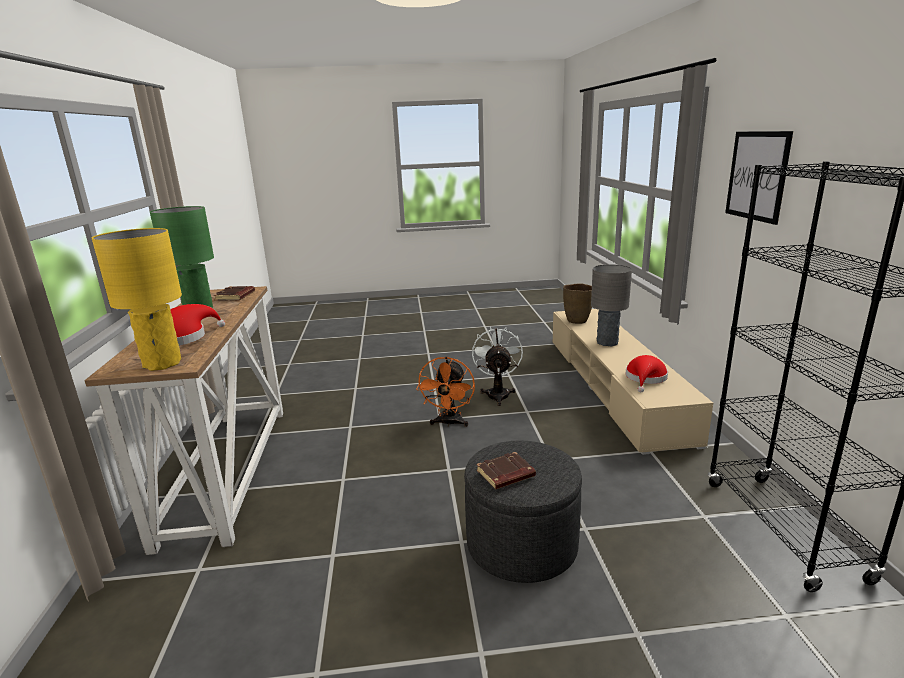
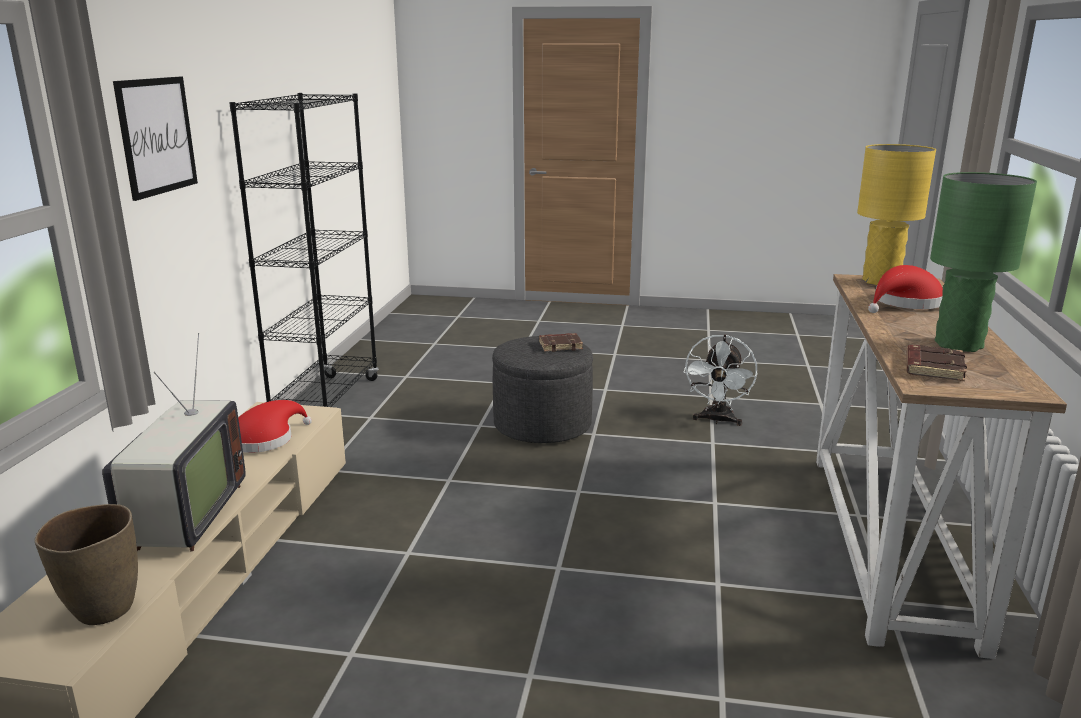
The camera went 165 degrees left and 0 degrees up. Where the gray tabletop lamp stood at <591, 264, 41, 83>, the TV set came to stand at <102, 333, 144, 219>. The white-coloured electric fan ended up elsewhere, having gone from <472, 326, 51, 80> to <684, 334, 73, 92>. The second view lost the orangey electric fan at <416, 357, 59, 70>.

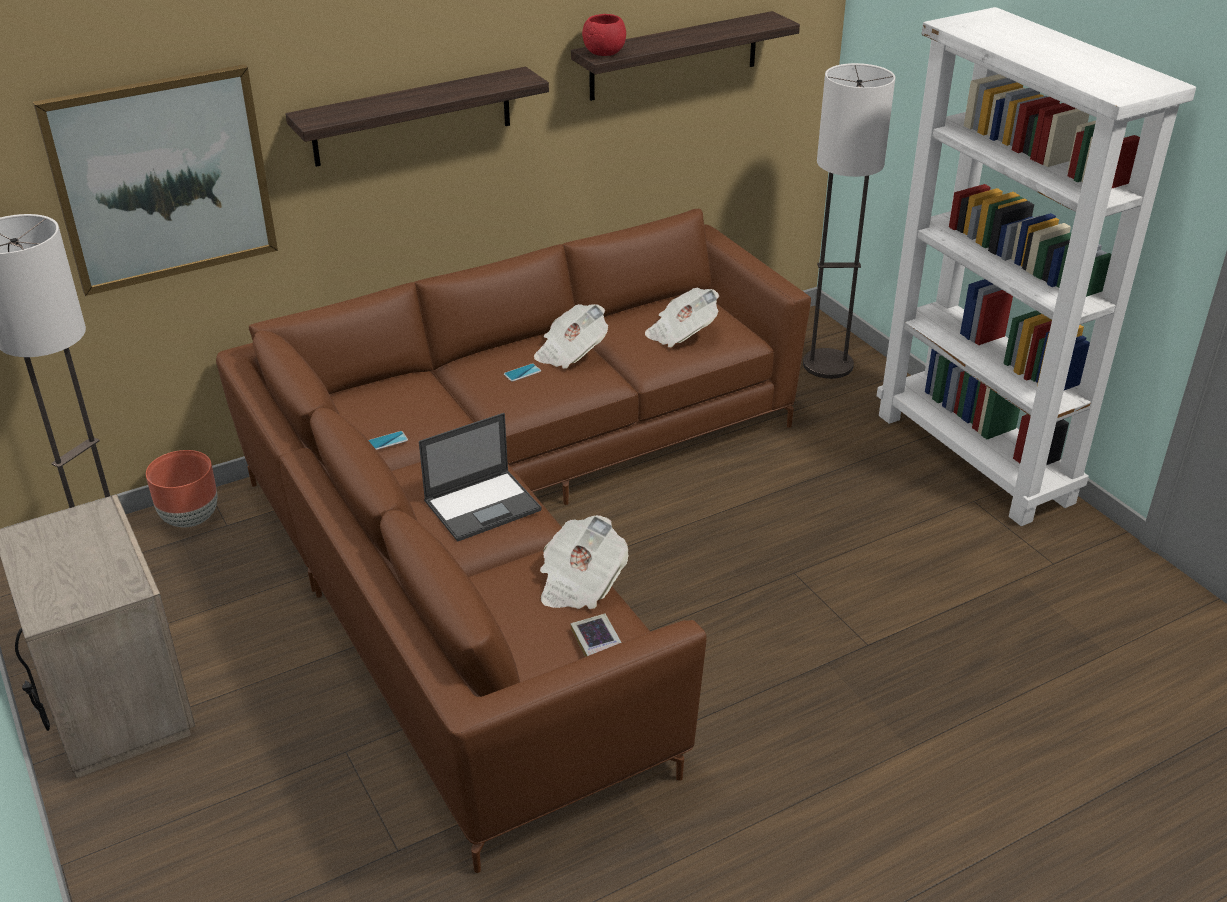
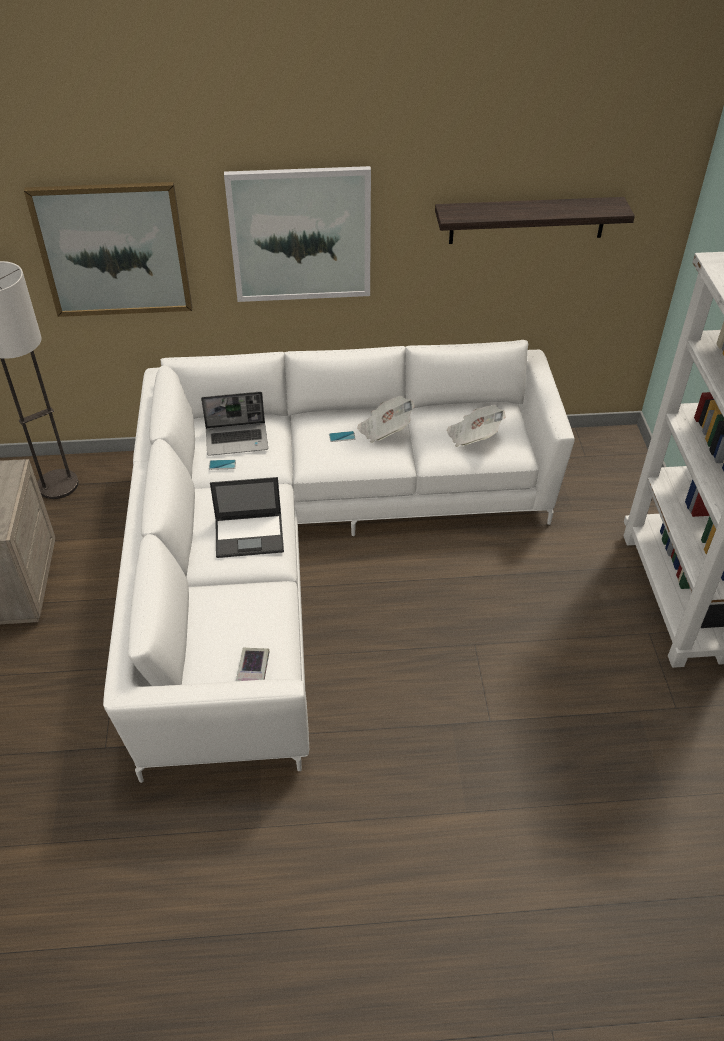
The camera went 25 degrees right and 10 degrees up. The second view lost the reddish bowl at <582, 14, 44, 42>. The second view lost the standard lamp at <803, 63, 93, 316>. Where the bracket shelf hung at <285, 67, 264, 100>, the picture came to hang at <224, 166, 147, 136>. What was the brown-coloured sofa at <216, 209, 595, 664> turned into the white-coloured sofa at <103, 340, 472, 443>. The second view lost the brown-coloured plant pot at <146, 450, 71, 77>. The second view lost the printed paper at <540, 515, 89, 94>. The second view gained the laptop at <201, 392, 67, 64>.

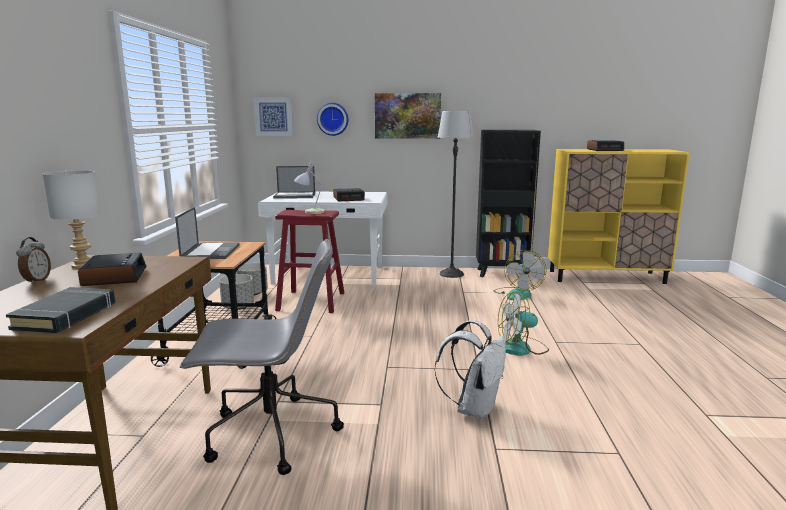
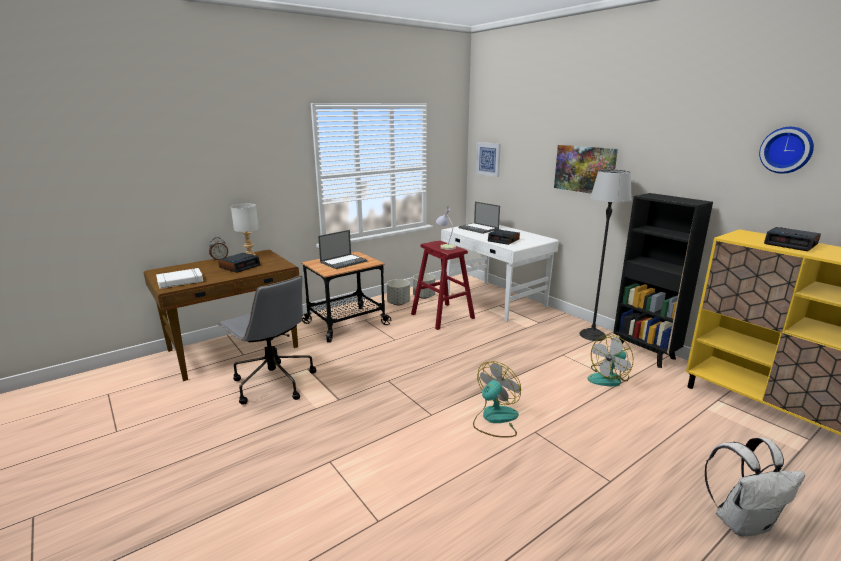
The camera went 50 degrees right and 5 degrees up. The clock on the wall ended up elsewhere, having gone from <317, 103, 31, 33> to <759, 127, 55, 47>. What was the black-coloured bound book at <6, 287, 110, 46> turned into the white-coloured bound book at <156, 268, 47, 21>. The electric fan at <498, 291, 51, 65> ended up facing another way, 90 degrees clockwise from before. The white-coloured knapsack ended up elsewhere, having gone from <434, 320, 72, 100> to <705, 437, 100, 100>.

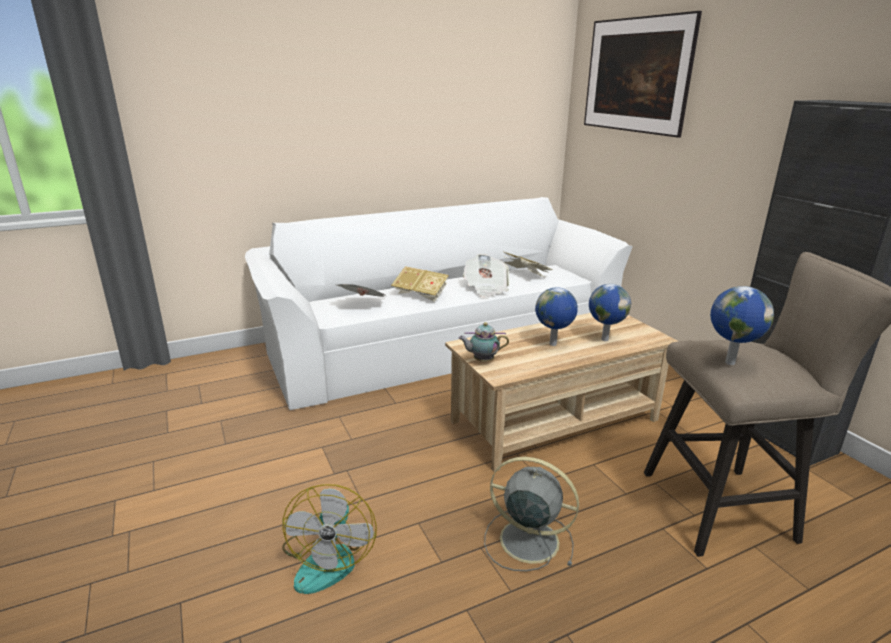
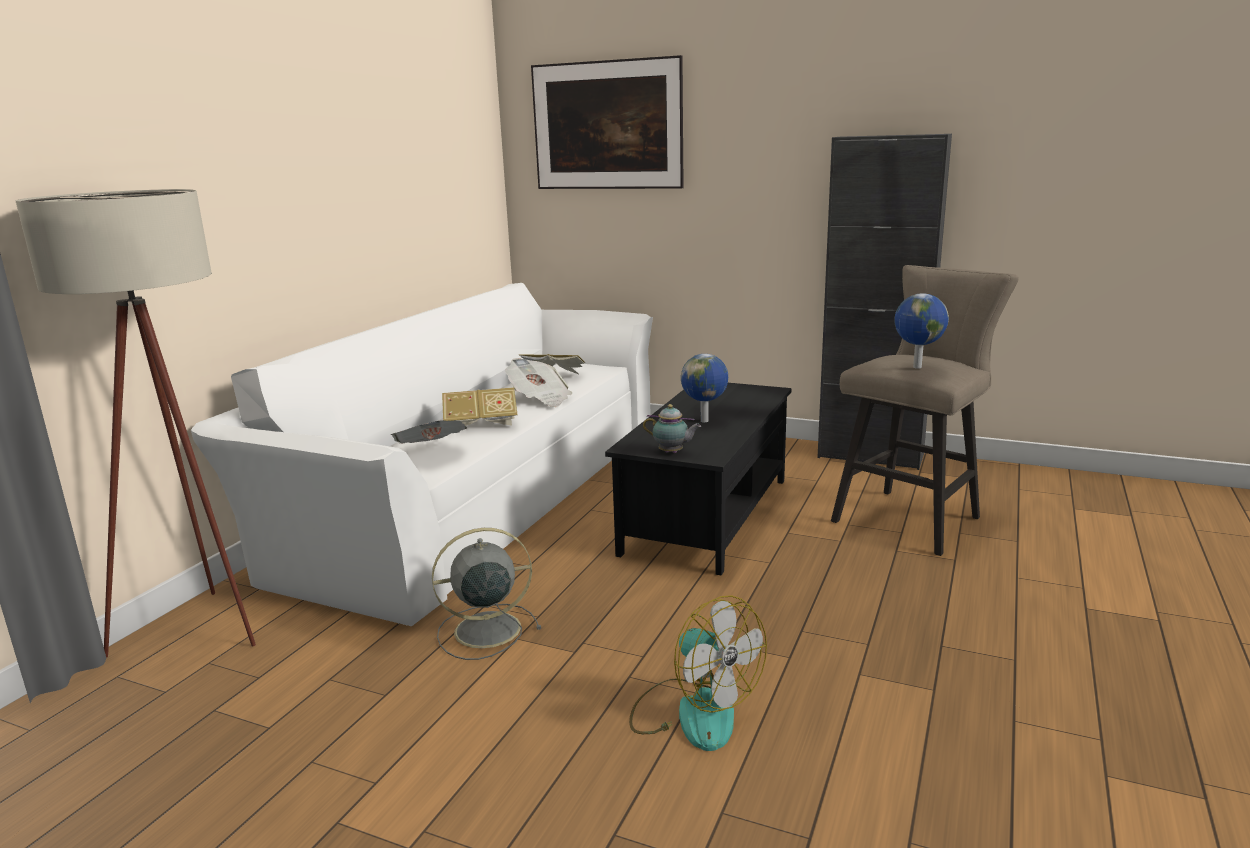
The camera went 40 degrees left and 5 degrees down. The second view lost the desk globe at <589, 284, 42, 57>. What was the sand-coloured low table at <445, 313, 233, 159> turned into the black-coloured low table at <605, 383, 187, 192>. The teapot at <458, 322, 51, 40> ended up facing another way, 120 degrees counterclockwise from before. The gray electric fan ended up elsewhere, having gone from <484, 457, 95, 114> to <432, 528, 109, 132>. The second view gained the sand-coloured standard lamp at <15, 189, 241, 469>.

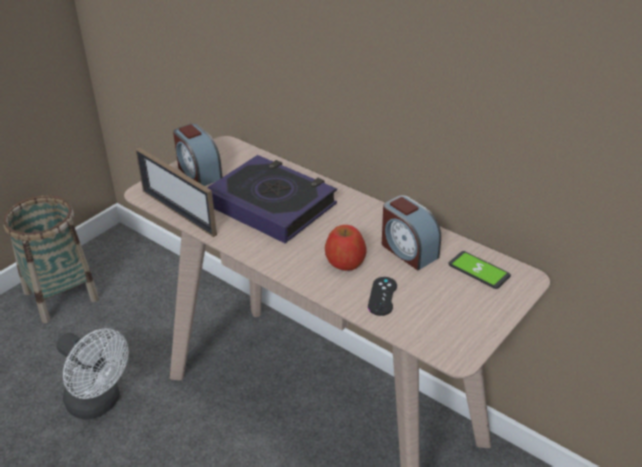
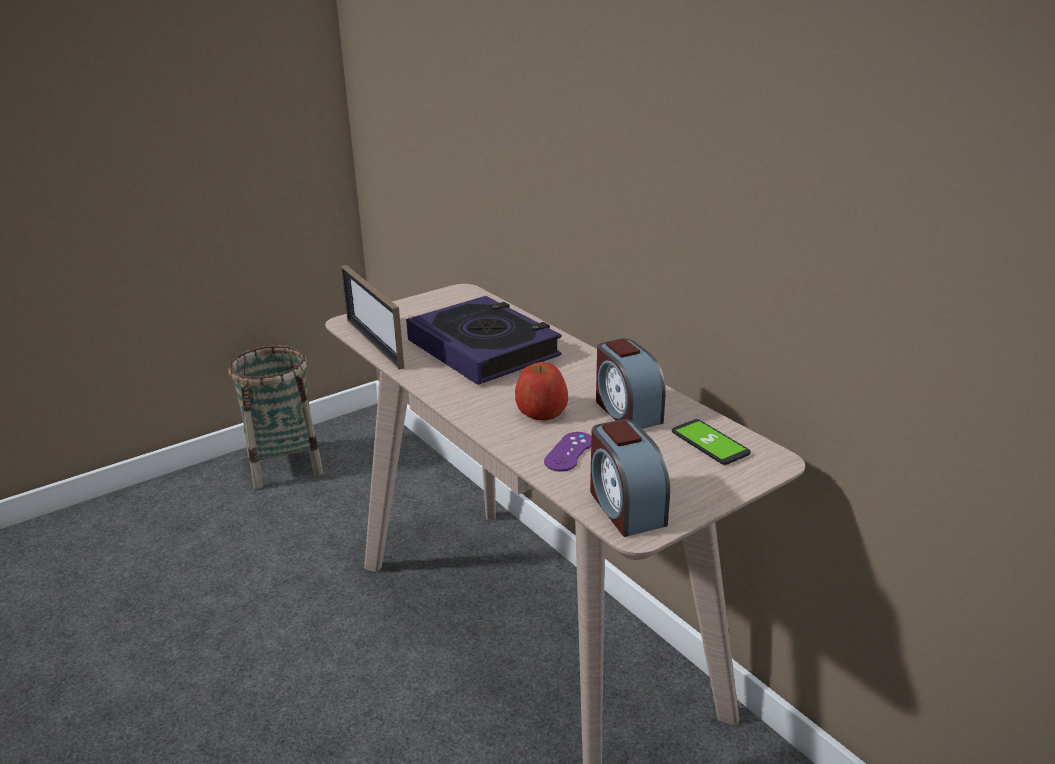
The camera went 15 degrees right and 10 degrees down. The table clock ended up elsewhere, having gone from <173, 124, 49, 62> to <590, 419, 80, 118>. What was the black-coloured game controller at <368, 277, 29, 39> turned into the purple game controller at <544, 432, 47, 40>. The second view lost the white-coloured electric fan at <57, 328, 72, 92>.

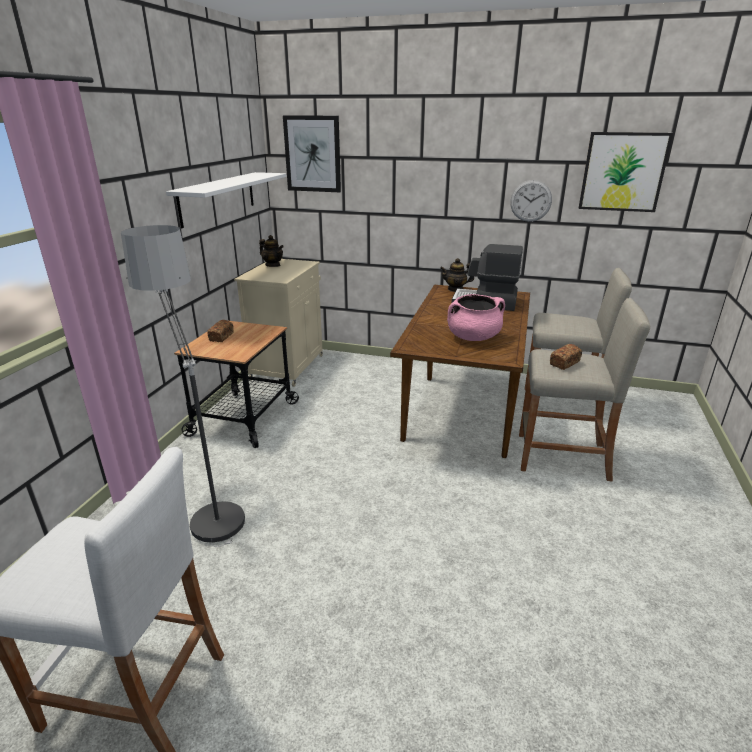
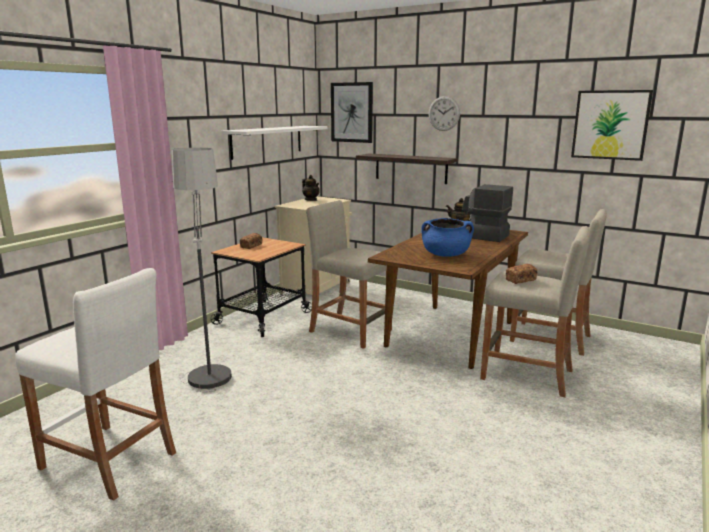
The camera went 15 degrees right and 10 degrees down. The clock on the wall ended up elsewhere, having gone from <510, 180, 42, 42> to <428, 96, 32, 35>. What was the pink-coloured saucepot at <447, 294, 58, 47> turned into the blue-coloured saucepot at <421, 218, 53, 39>. The second view gained the bracket shelf at <356, 153, 102, 31>. The second view gained the sand-coloured stool at <306, 200, 86, 149>.

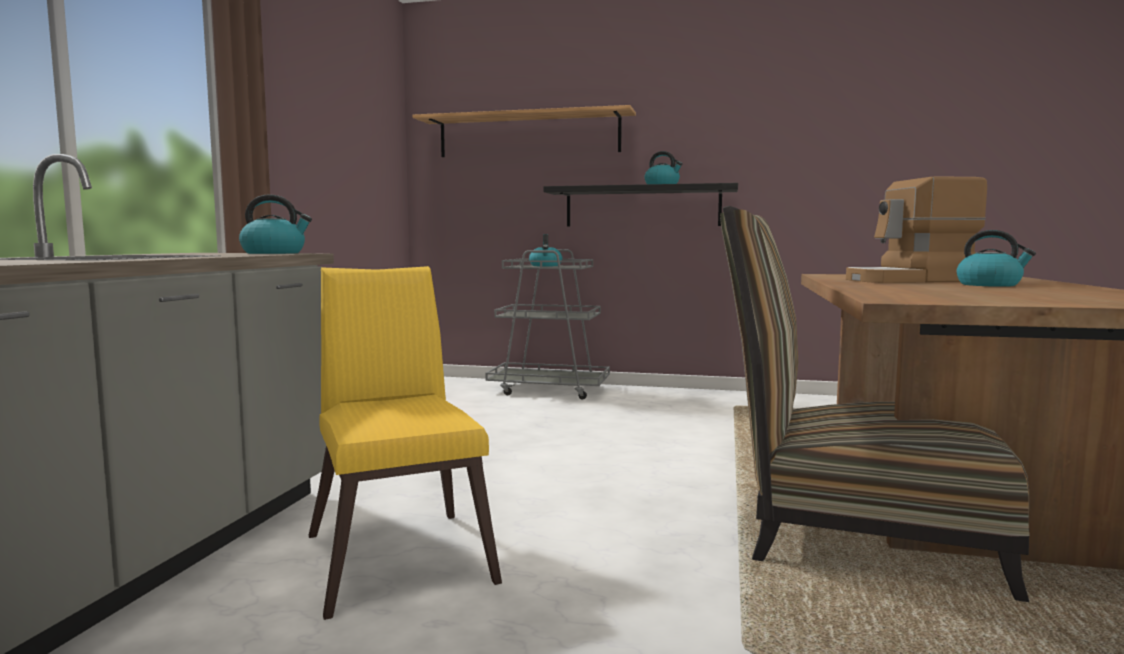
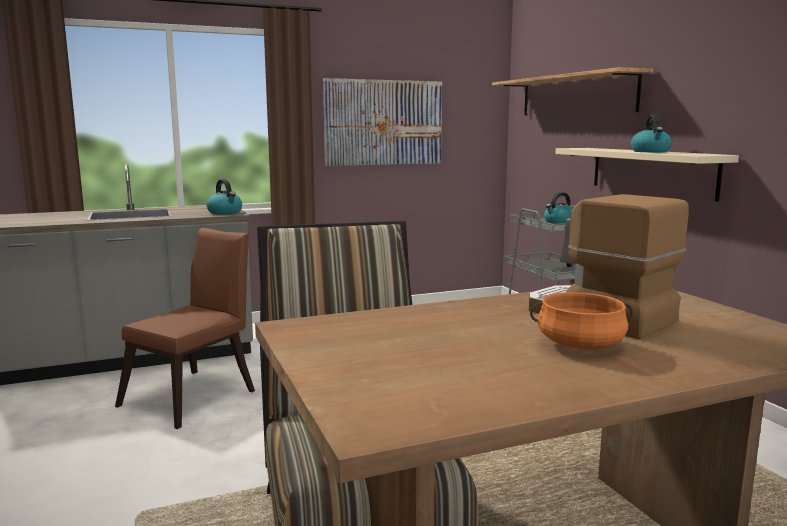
The camera went 55 degrees right and 5 degrees up. What was the black-coloured bracket shelf at <544, 183, 194, 44> turned into the sand-coloured bracket shelf at <555, 148, 184, 54>. Where the water kettle stood at <956, 230, 80, 57>, the orangey saucepot came to stand at <530, 292, 103, 58>. What was the yellow-coloured upright chair at <309, 266, 193, 354> turned into the brown-coloured upright chair at <115, 227, 140, 202>. The second view gained the picture at <323, 78, 119, 88>.

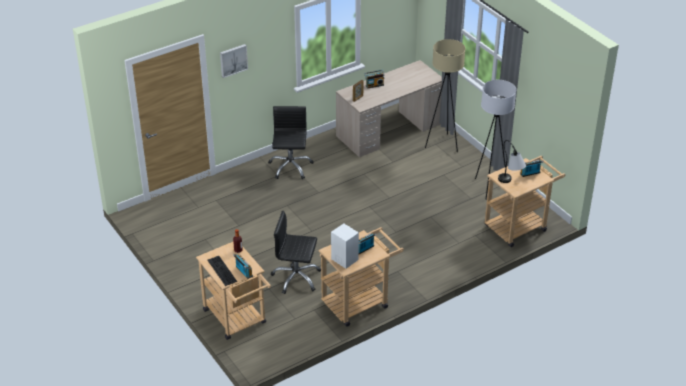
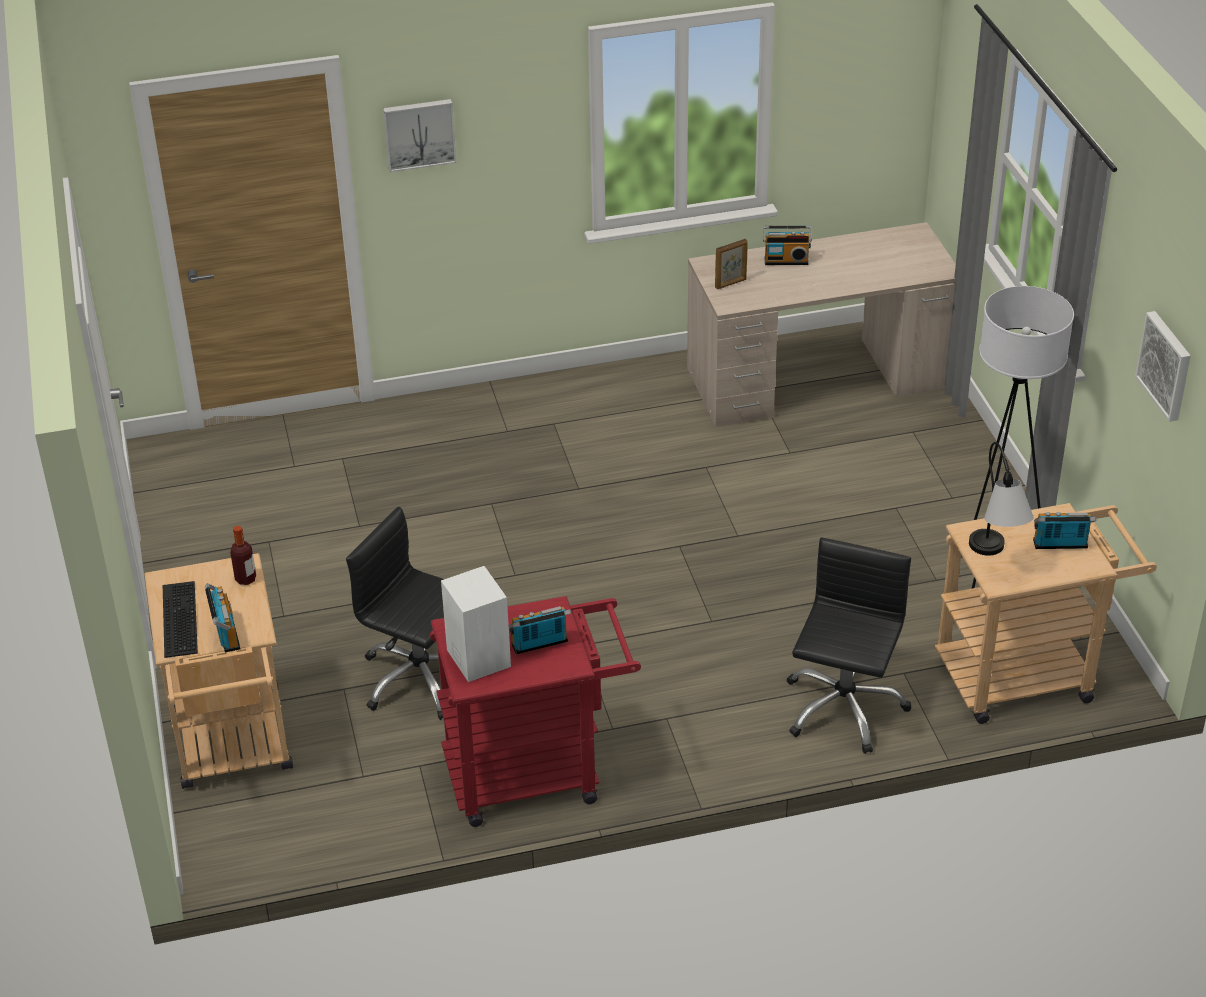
The camera went 20 degrees right and 0 degrees up. The second view lost the sand-coloured standard lamp at <425, 39, 41, 113>. The black-coloured computer chair ended up elsewhere, having gone from <268, 106, 46, 73> to <787, 537, 124, 217>. What was the sand-coloured cart at <319, 227, 85, 100> turned into the reddish cart at <430, 596, 211, 231>. The second view gained the picture at <1135, 311, 56, 111>.

